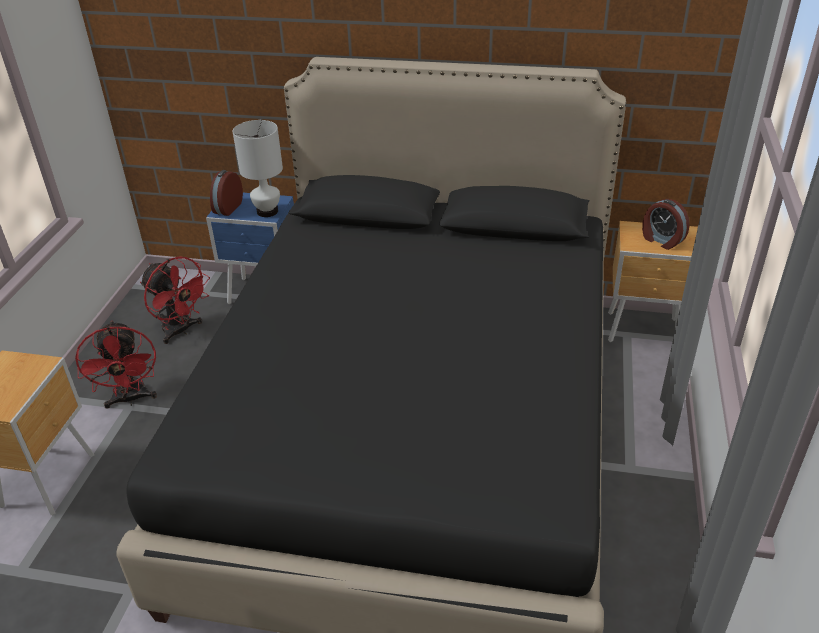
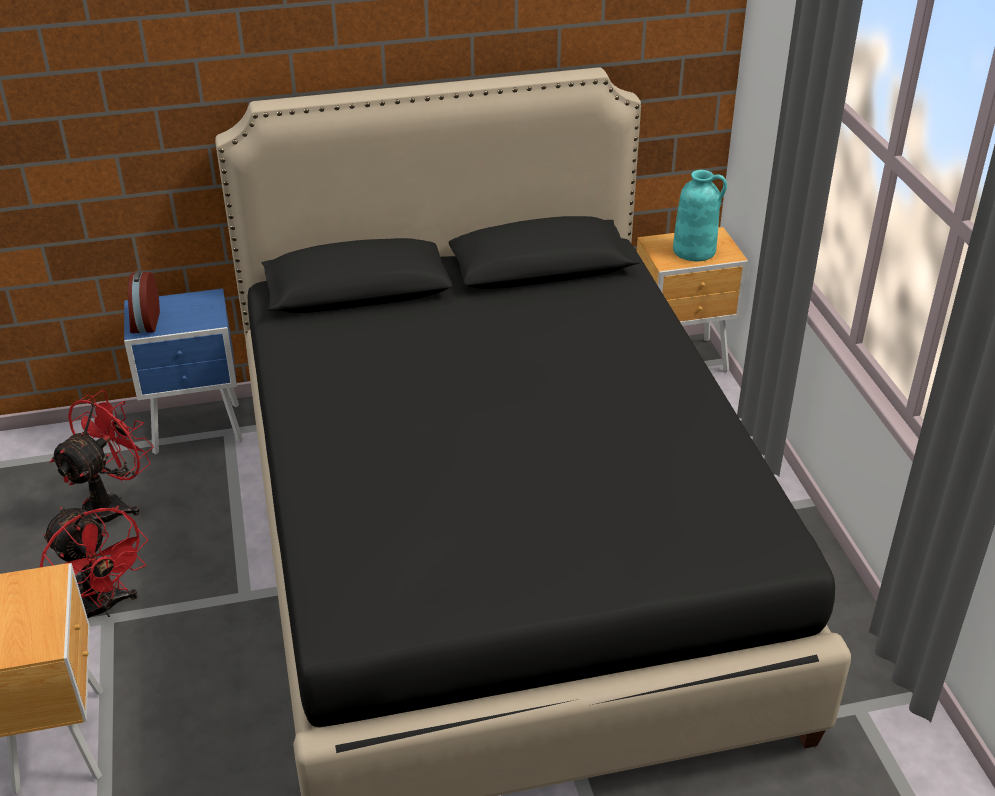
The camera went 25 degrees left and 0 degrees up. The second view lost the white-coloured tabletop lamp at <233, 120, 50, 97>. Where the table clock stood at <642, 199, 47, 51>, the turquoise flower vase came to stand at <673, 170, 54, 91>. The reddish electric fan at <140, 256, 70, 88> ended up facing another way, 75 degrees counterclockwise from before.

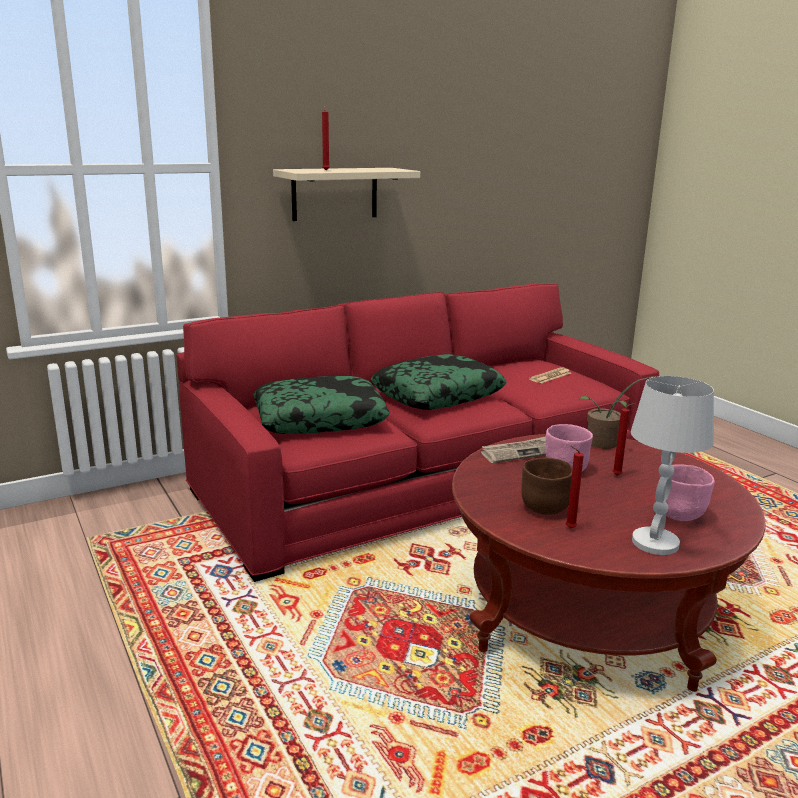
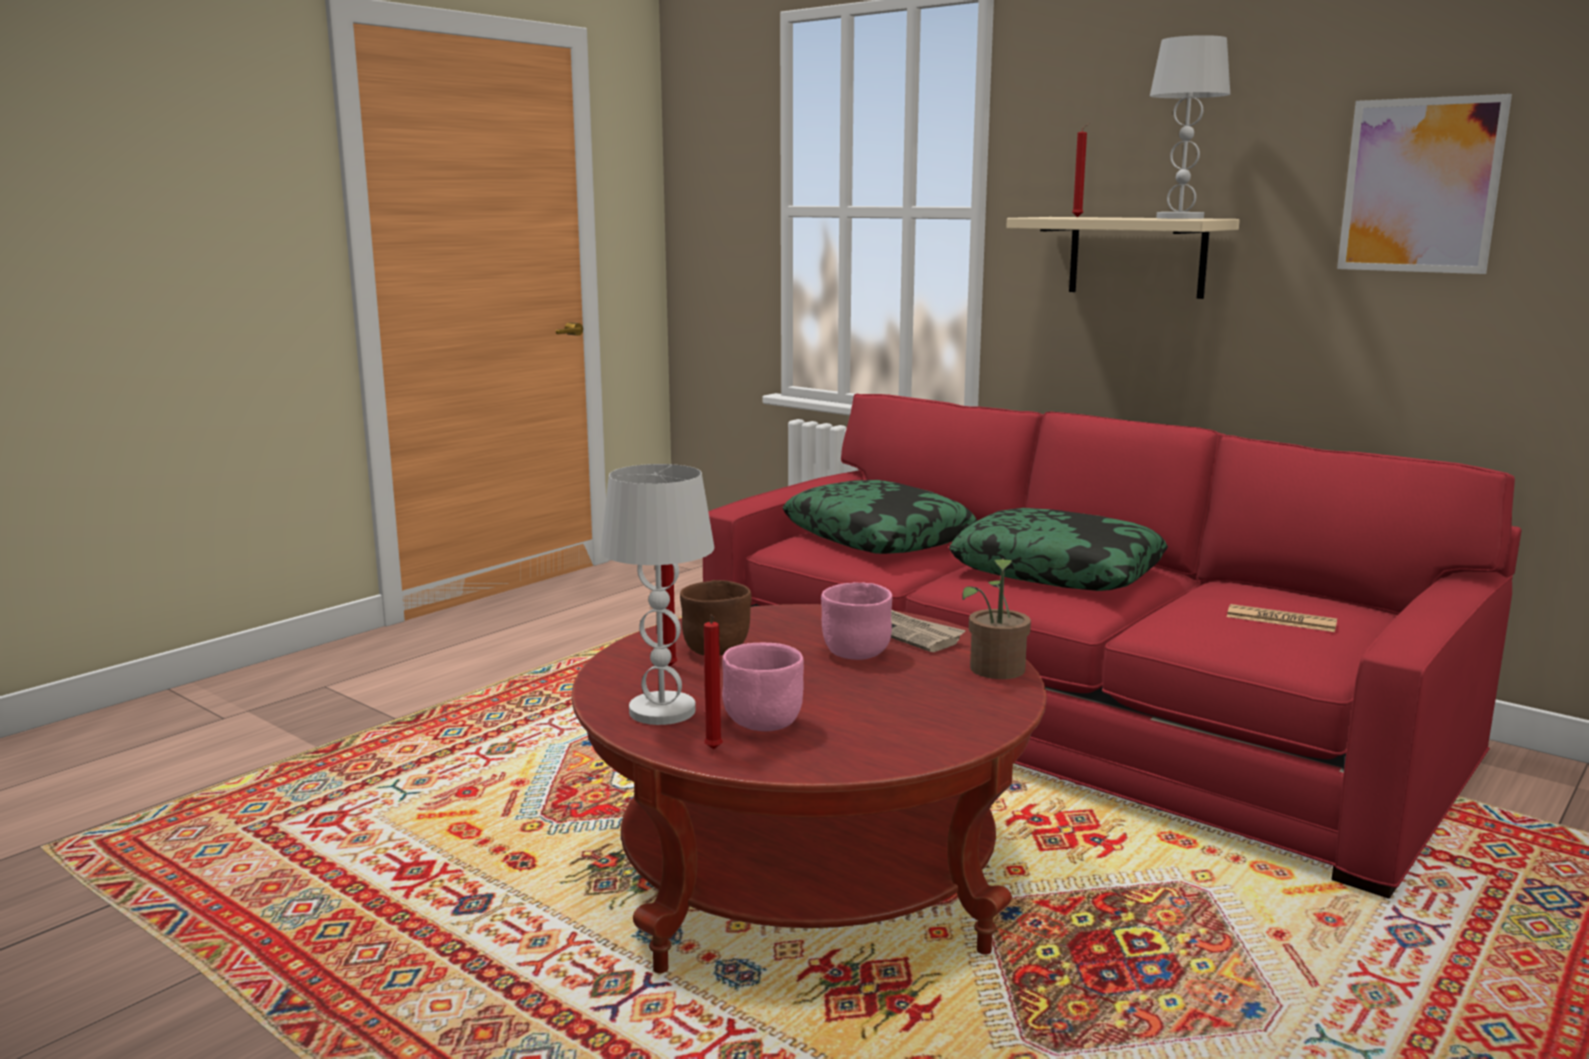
The camera went 70 degrees right and 5 degrees down. The reddish candle ended up elsewhere, having gone from <613, 403, 22, 73> to <704, 614, 19, 135>. The second view gained the white-coloured tabletop lamp at <1150, 35, 80, 184>. The second view gained the picture at <1337, 94, 175, 180>.

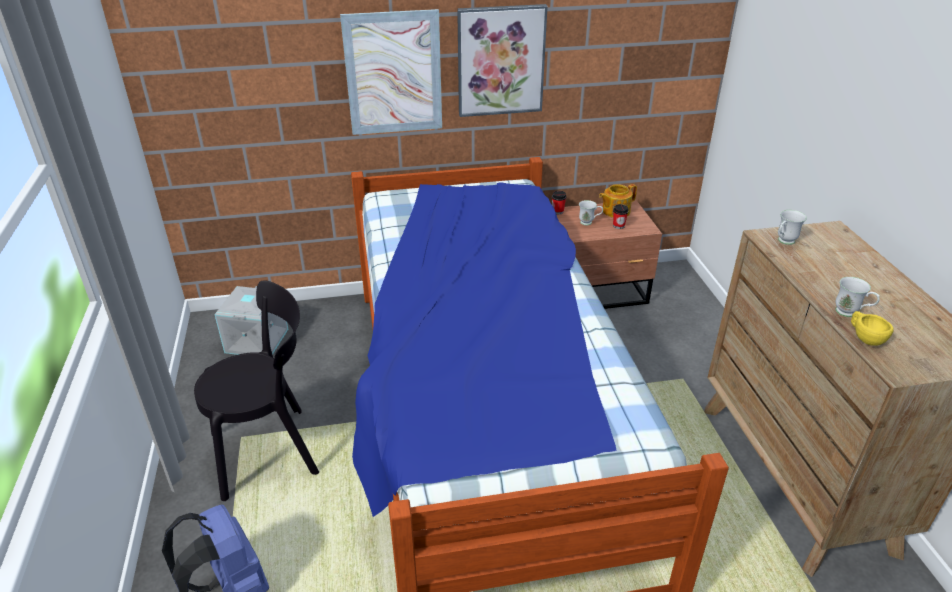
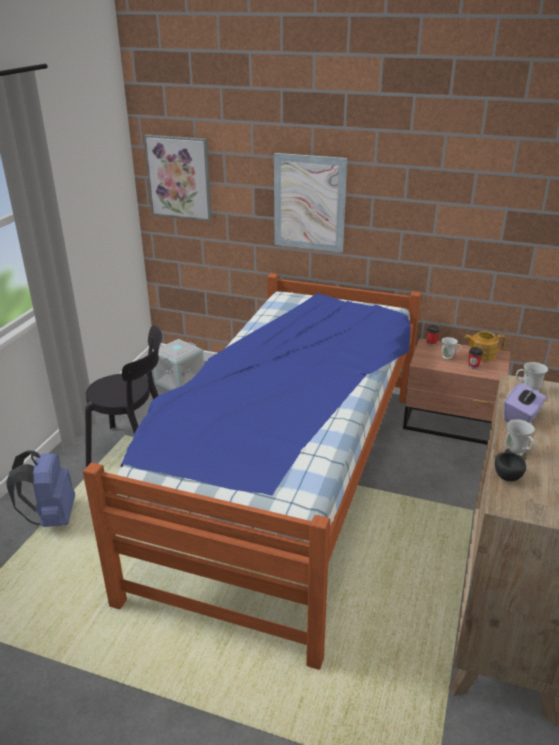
The camera went 30 degrees right and 5 degrees down. The picture ended up elsewhere, having gone from <457, 4, 91, 113> to <144, 134, 68, 87>. What was the yellow-coloured drinking cup at <851, 311, 43, 35> turned into the black-coloured drinking cup at <495, 449, 31, 32>. The second view gained the purple tissue holder at <504, 383, 42, 40>.

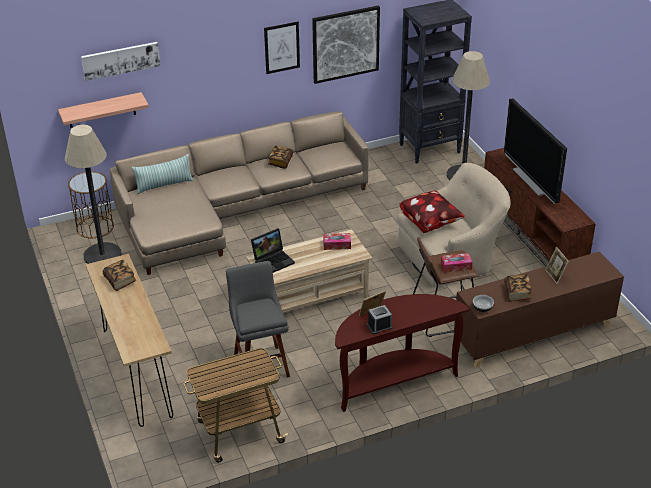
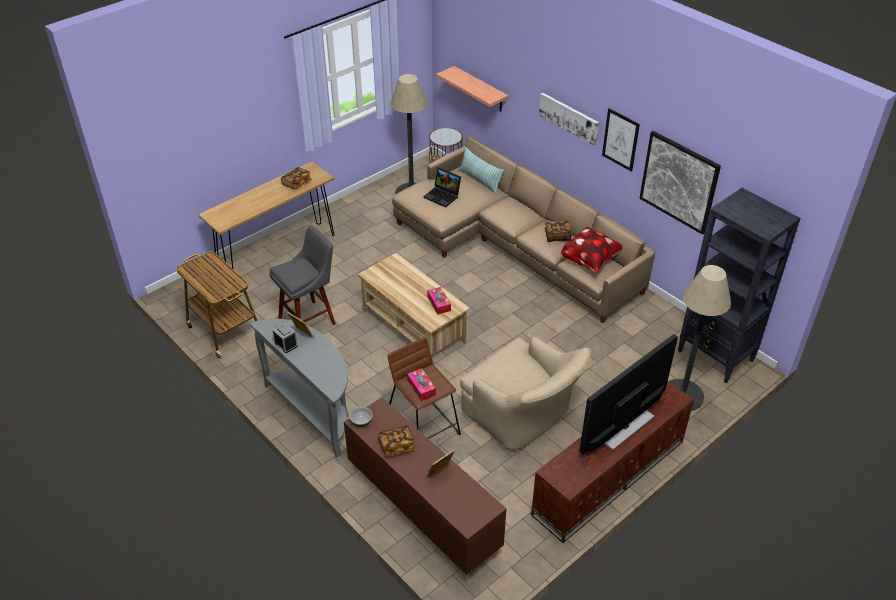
The camera went 70 degrees right and 5 degrees up. The picture ended up elsewhere, having gone from <81, 42, 79, 39> to <539, 93, 60, 53>. The throw pillow ended up elsewhere, having gone from <400, 191, 65, 42> to <561, 227, 61, 46>. The laptop ended up elsewhere, having gone from <251, 228, 44, 45> to <423, 167, 38, 41>. What was the brown-coloured narrow table at <335, 294, 134, 118> turned into the gray narrow table at <250, 319, 99, 138>.

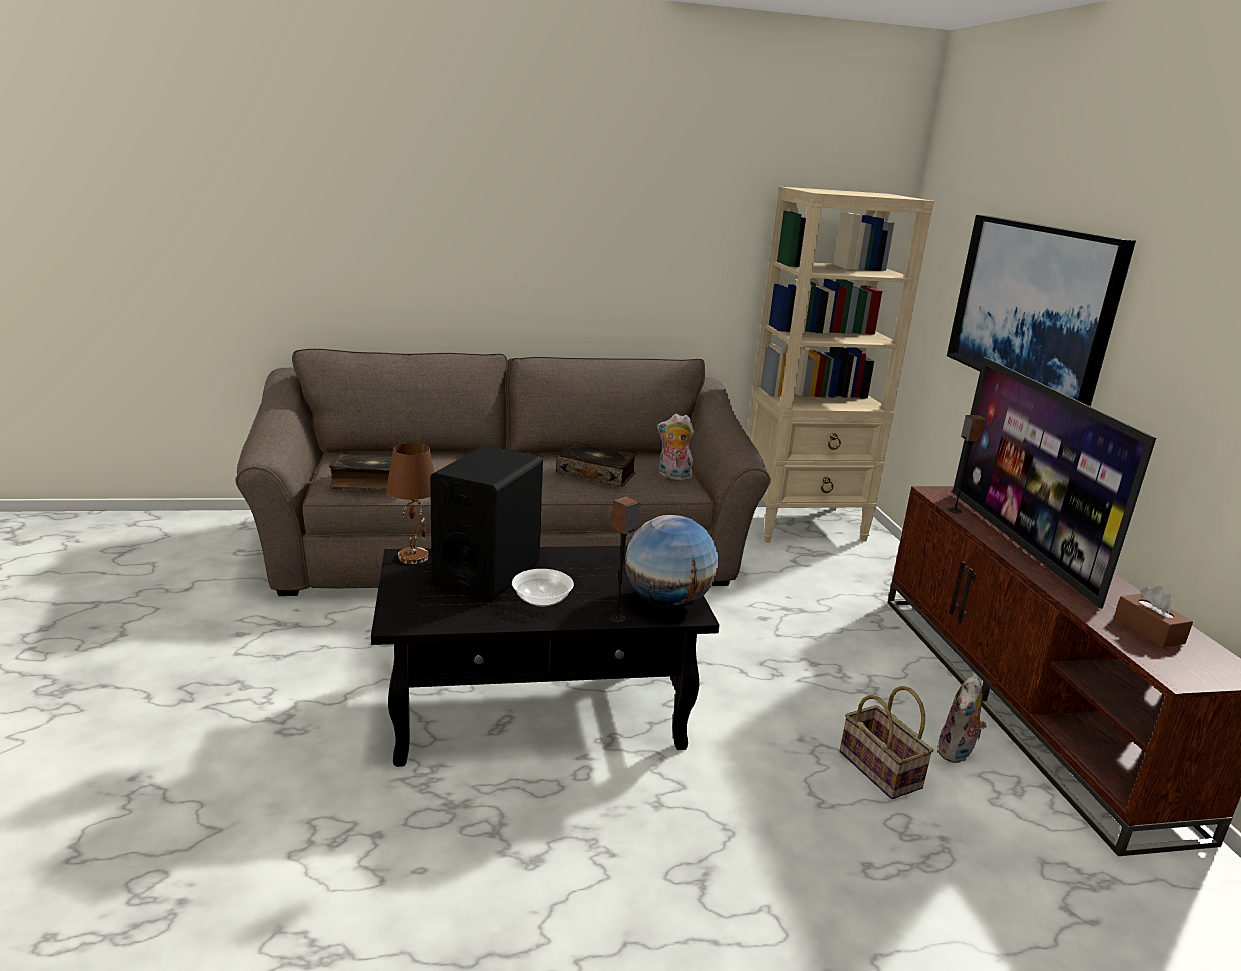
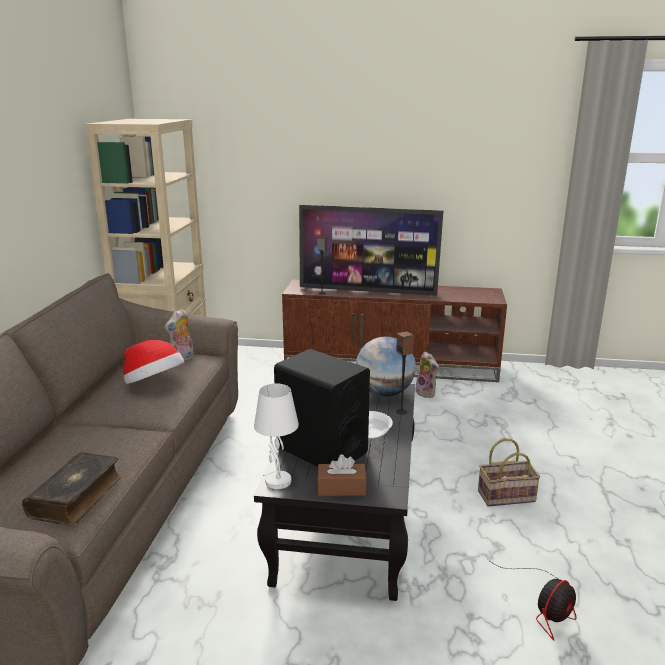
The camera went 70 degrees left and 0 degrees up. The second view lost the picture at <947, 215, 189, 192>. Where the bound book stood at <556, 442, 81, 45>, the wearable hat came to stand at <123, 340, 61, 44>. What was the brown-coloured tabletop lamp at <386, 443, 48, 121> turned into the white-coloured tabletop lamp at <254, 384, 45, 105>. The brown-coloured tissue holder ended up elsewhere, having gone from <1114, 586, 79, 62> to <317, 454, 50, 42>. The storage basket ended up elsewhere, having gone from <840, 686, 93, 113> to <478, 438, 62, 69>. The second view gained the electric fan at <488, 560, 89, 81>.

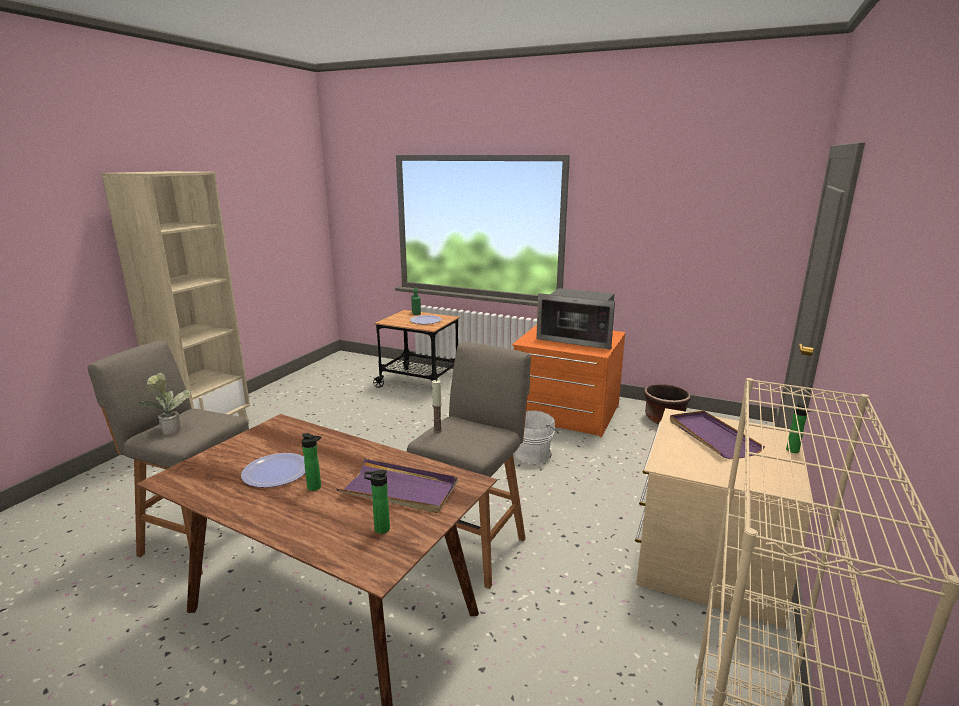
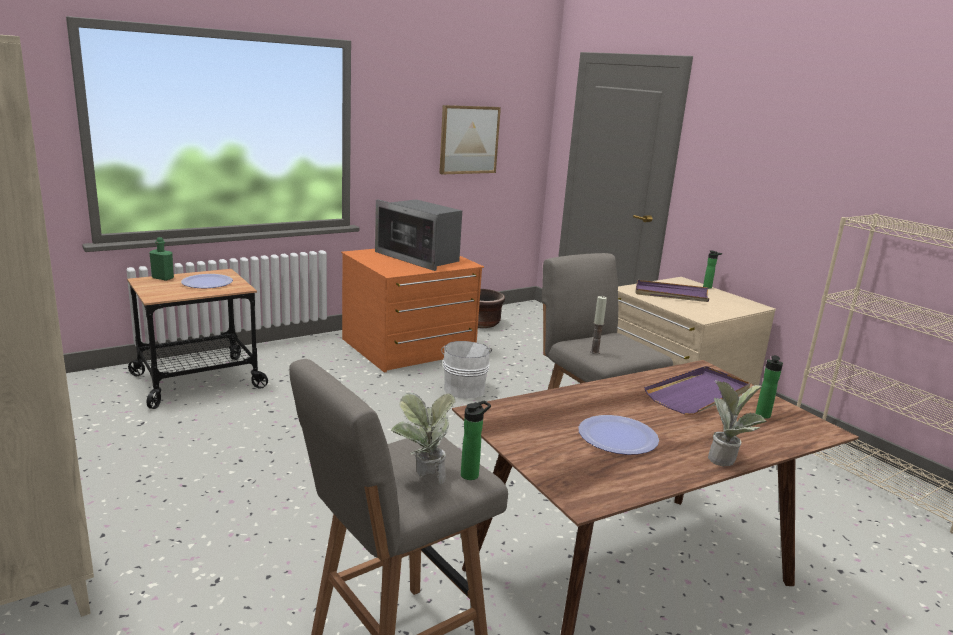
The camera went 60 degrees left and 0 degrees up. The microwave at <536, 288, 79, 62> ended up facing another way, 75 degrees clockwise from before. The beverage bottle ended up elsewhere, having gone from <302, 433, 19, 58> to <461, 401, 30, 79>. The second view gained the picture at <439, 105, 62, 70>. The second view gained the potted plant at <708, 380, 59, 87>.

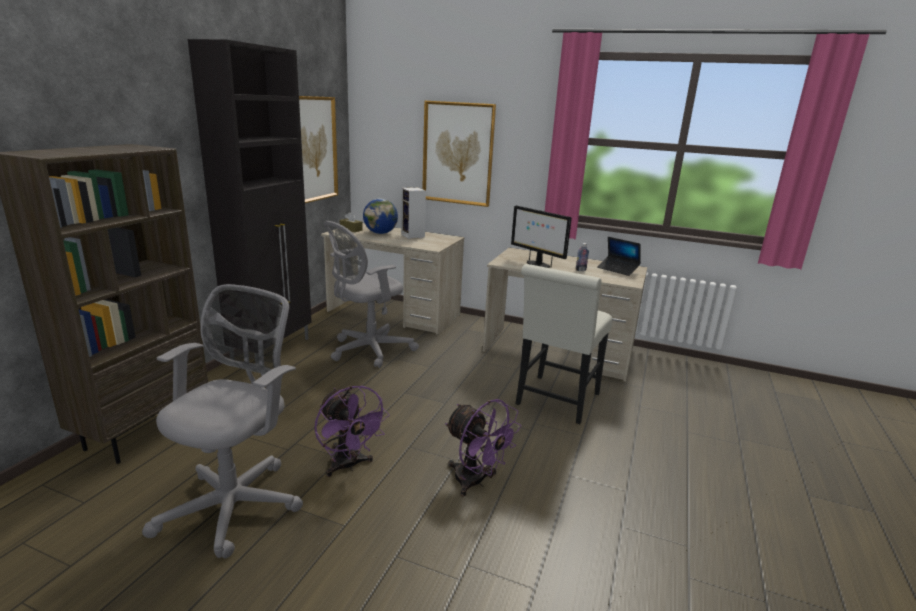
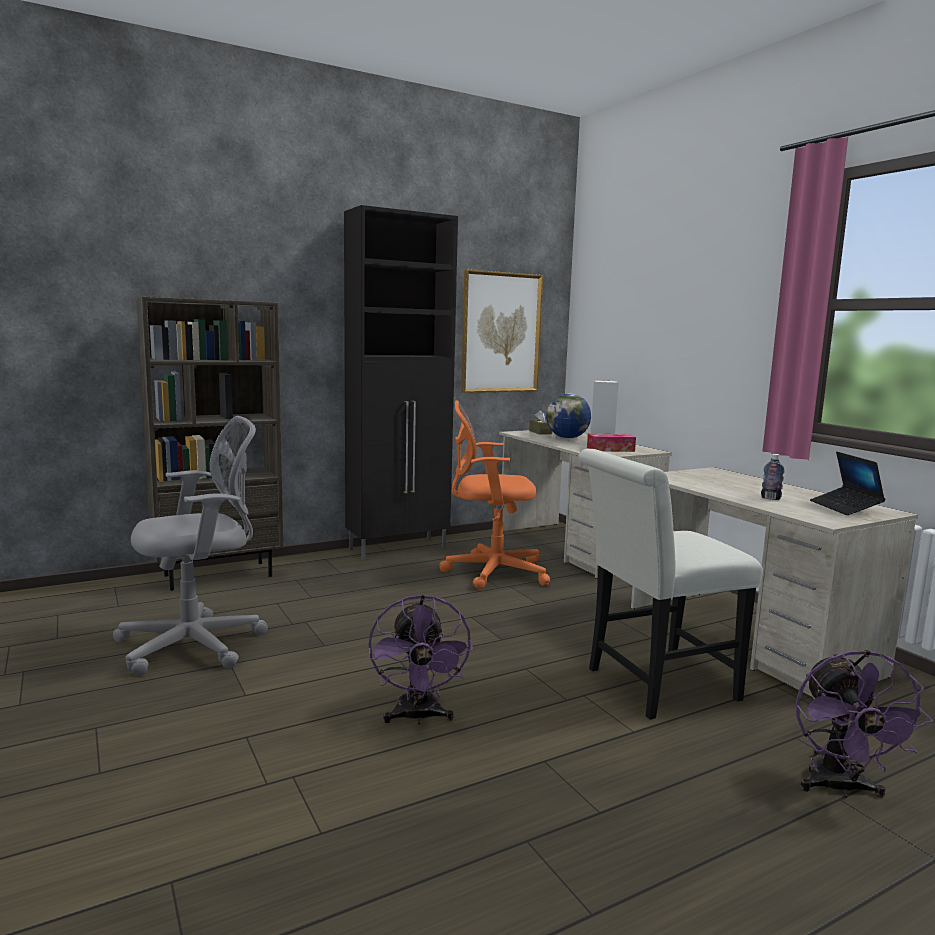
The camera went 40 degrees right and 10 degrees down. The second view lost the picture at <422, 101, 74, 106>. The second view lost the monitor at <511, 205, 61, 63>. What was the gray computer chair at <323, 221, 96, 147> turned into the orangey computer chair at <439, 400, 111, 190>. The purple electric fan ended up elsewhere, having gone from <315, 386, 74, 91> to <796, 650, 137, 148>. The second view gained the tissue holder at <587, 433, 49, 19>.

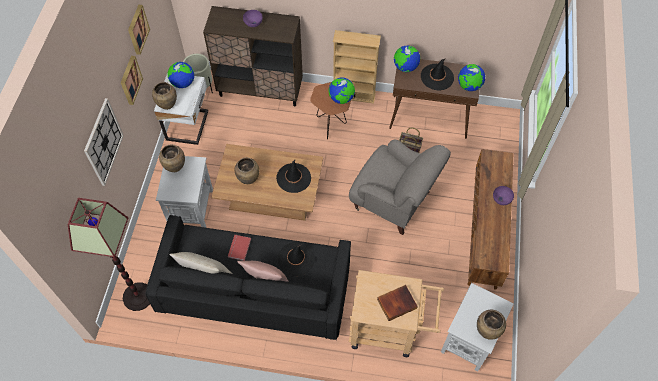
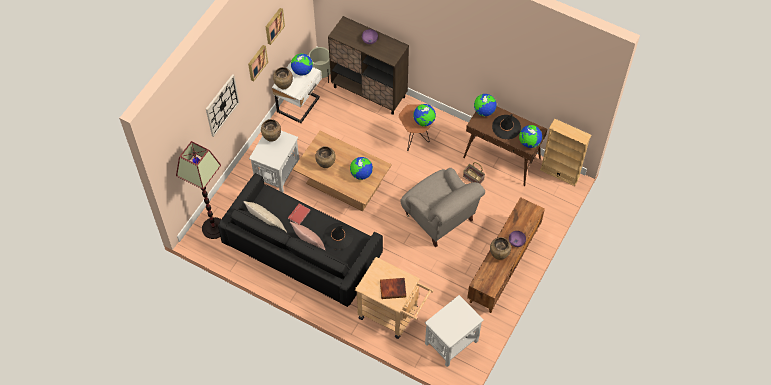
The camera went 20 degrees right and 0 degrees up. The sand-coloured bookshelf ended up elsewhere, having gone from <333, 30, 48, 73> to <540, 119, 51, 67>. Where the black-coloured wearable hat stood at <276, 159, 35, 34>, the desk globe came to stand at <350, 157, 23, 23>. The brown-coloured flower vase ended up elsewhere, having gone from <477, 310, 29, 30> to <490, 237, 21, 23>.

